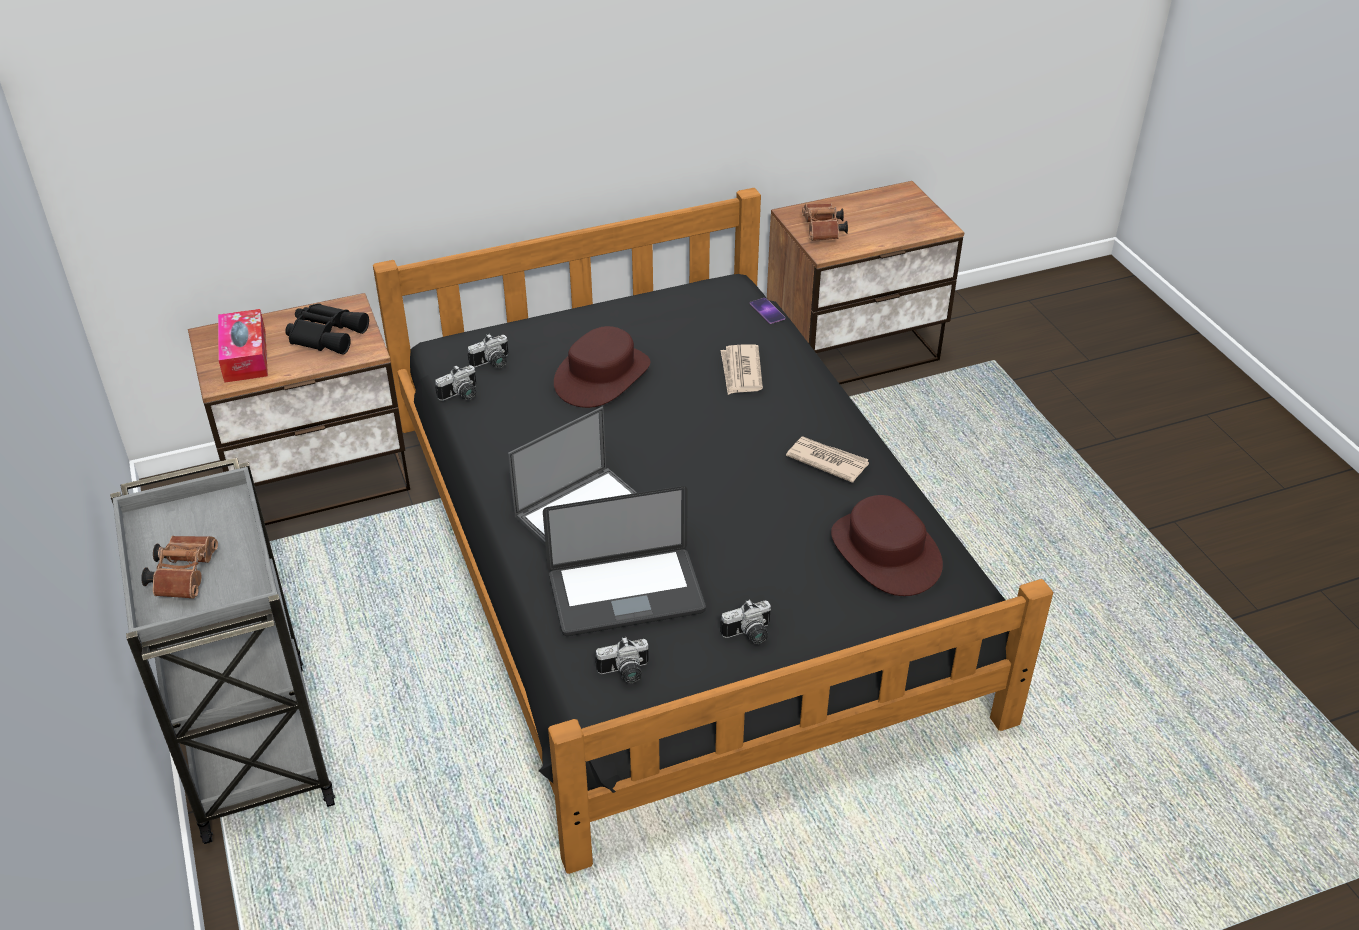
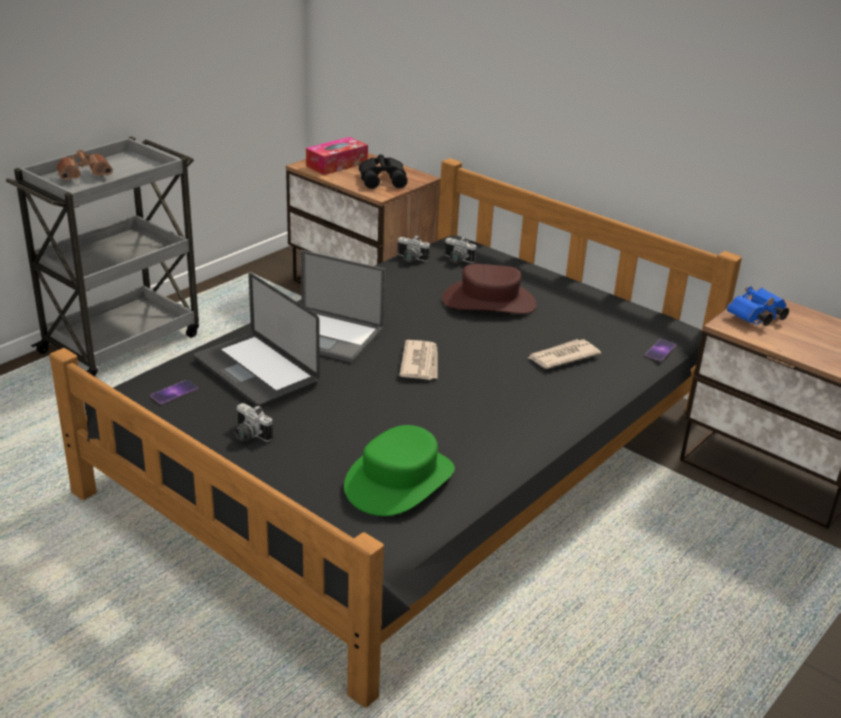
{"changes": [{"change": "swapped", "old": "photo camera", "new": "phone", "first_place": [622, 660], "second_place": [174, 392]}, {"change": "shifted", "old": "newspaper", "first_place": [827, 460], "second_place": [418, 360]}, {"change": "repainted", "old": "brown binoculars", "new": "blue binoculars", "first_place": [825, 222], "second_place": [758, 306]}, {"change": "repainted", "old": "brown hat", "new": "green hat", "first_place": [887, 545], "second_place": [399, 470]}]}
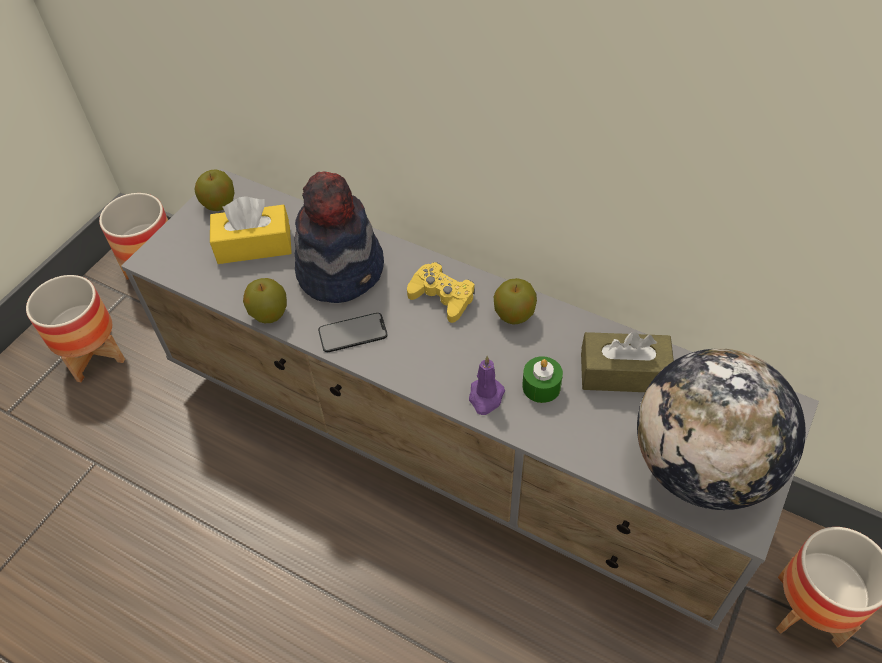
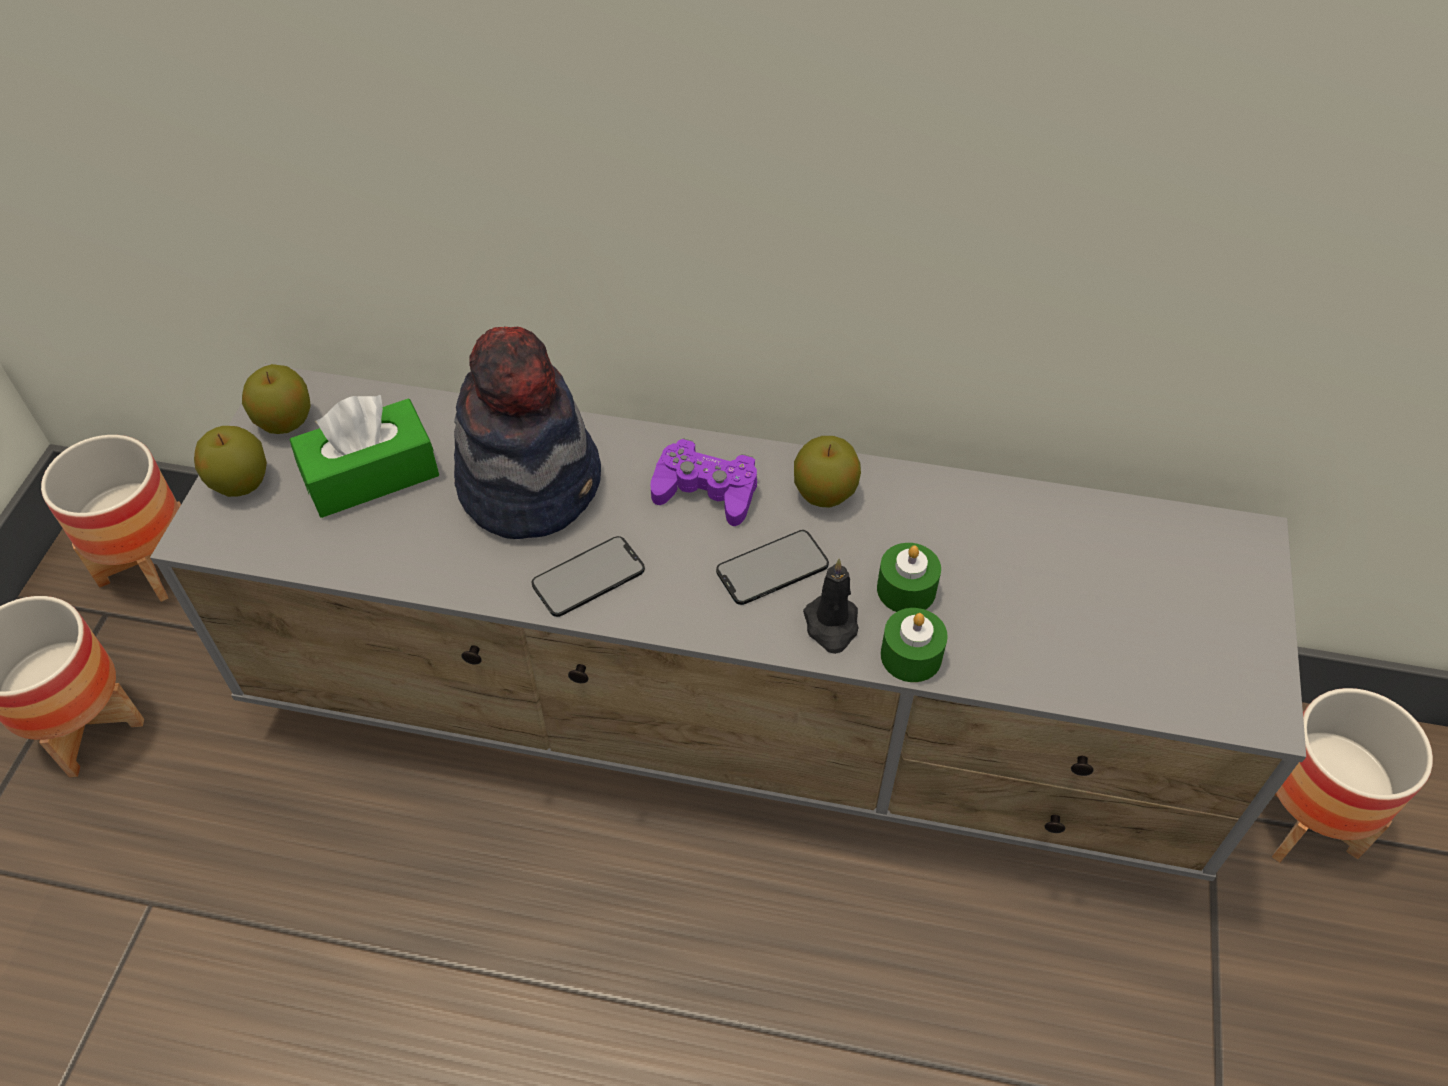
{"changes": [{"change": "repainted", "old": "yellow tissue box", "new": "green tissue box", "first_place": [251, 230], "second_place": [364, 456]}, {"change": "shifted", "old": "apple", "first_place": [265, 300], "second_place": [230, 461]}, {"change": "repainted", "old": "yellow game controller", "new": "purple game controller", "first_place": [441, 292], "second_place": [704, 482]}, {"change": "repainted", "old": "purple candle", "new": "black candle", "first_place": [487, 385], "second_place": [831, 606]}, {"change": "gone", "old": "brown tissue box", "first_place": [627, 362]}, {"change": "gone", "old": "globe", "first_place": [721, 429]}, {"change": "new", "new": "phone", "second_place": [772, 567]}, {"change": "new", "new": "green candle", "second_place": [914, 645]}]}
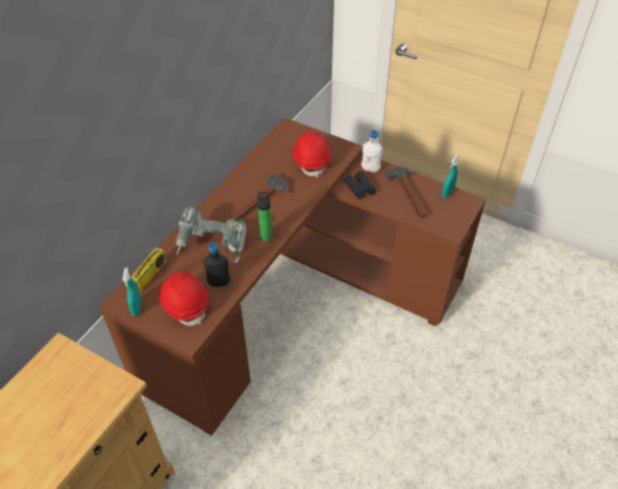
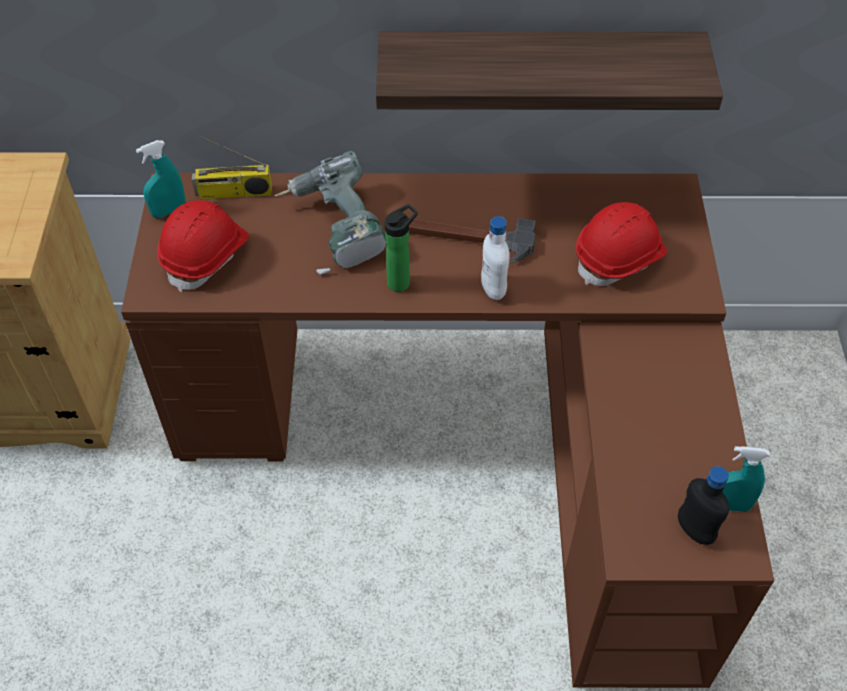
{"changes": [{"change": "shifted", "old": "black bottle", "first_place": [217, 264], "second_place": [703, 505]}, {"change": "gone", "old": "black binoculars", "first_place": [360, 185]}, {"change": "shifted", "old": "white bottle", "first_place": [372, 151], "second_place": [495, 258]}, {"change": "gone", "old": "hammer", "first_place": [406, 192]}, {"change": "new", "new": "shelf", "second_place": [549, 70]}]}
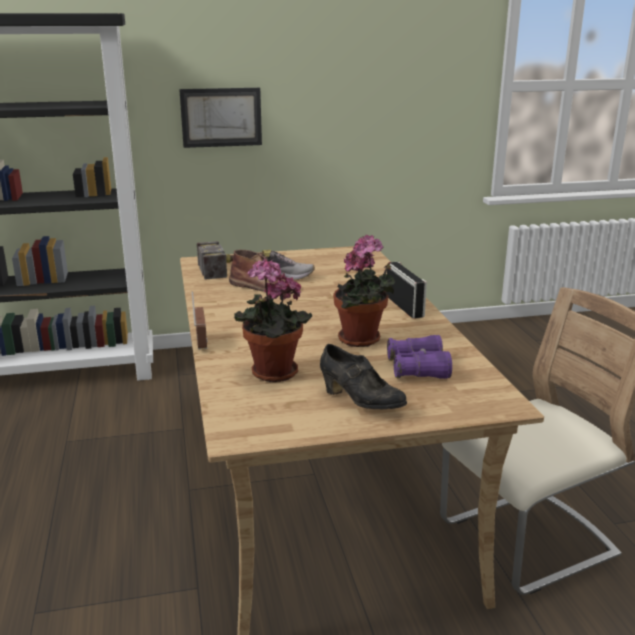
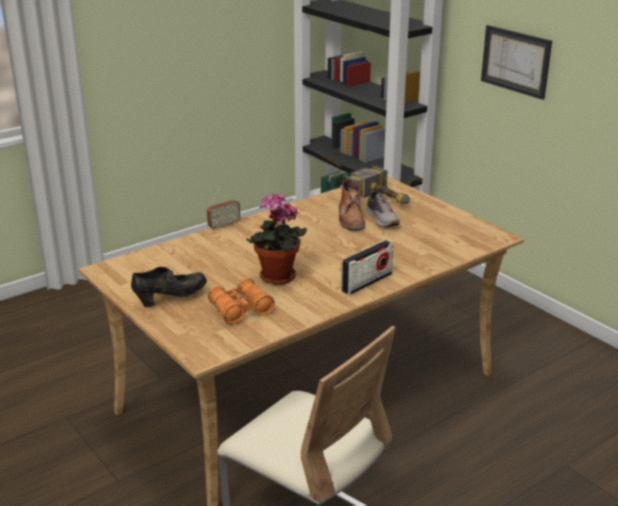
{"changes": [{"change": "gone", "old": "potted plant", "first_place": [273, 320]}, {"change": "rotated", "old": "black shoe", "first_place": [363, 376], "second_place": [169, 287], "degrees": -135}, {"change": "repainted", "old": "purple binoculars", "new": "orange binoculars", "first_place": [419, 357], "second_place": [241, 301]}]}
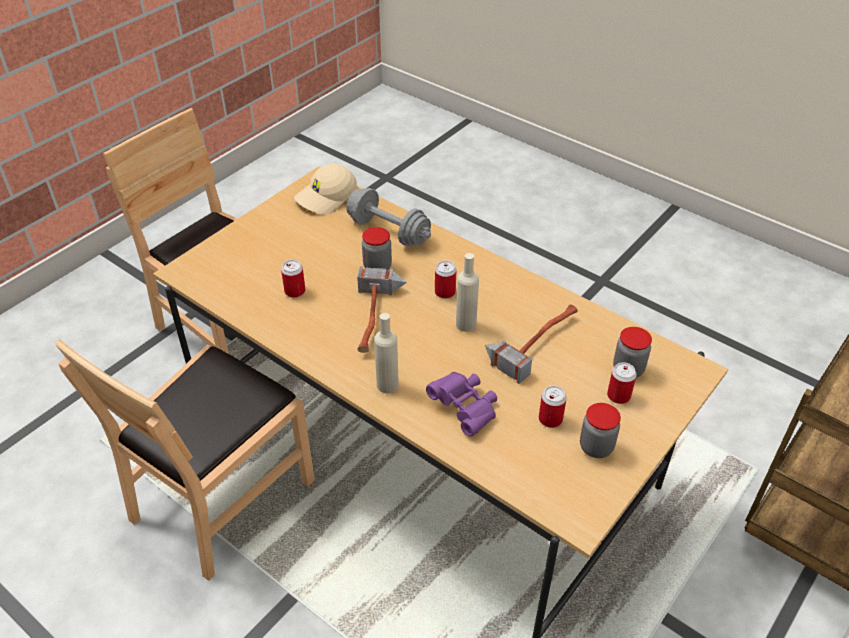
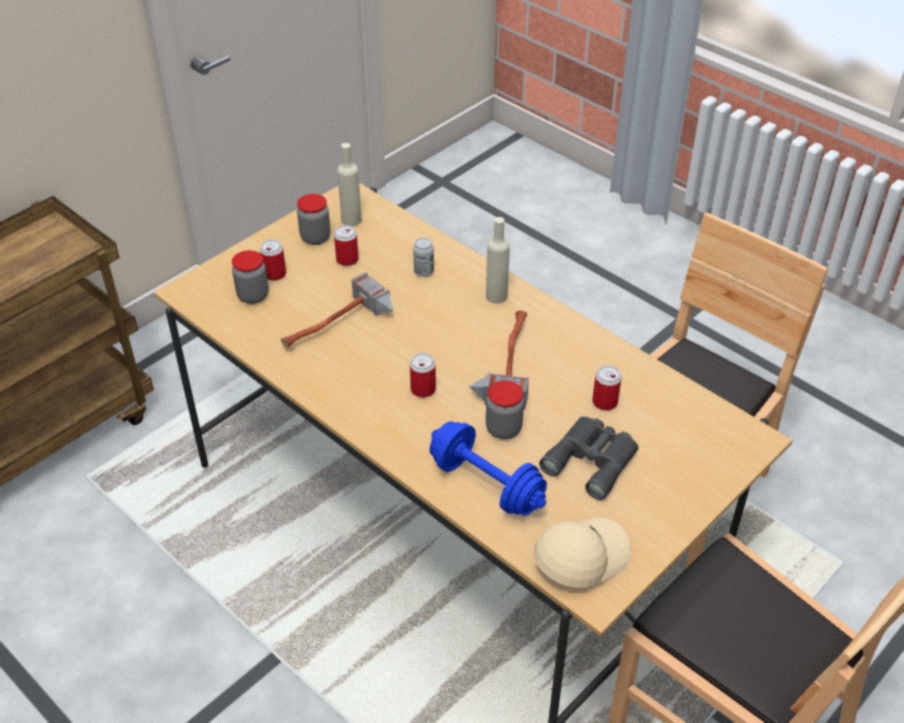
{"changes": [{"change": "repainted", "old": "grey dumbbell", "new": "blue dumbbell", "first_place": [389, 217], "second_place": [488, 468]}, {"change": "swapped", "old": "purple binoculars", "new": "can", "first_place": [461, 404], "second_place": [423, 257]}, {"change": "shifted", "old": "beige bottle", "first_place": [467, 292], "second_place": [349, 185]}, {"change": "new", "new": "grey binoculars", "second_place": [589, 458]}]}
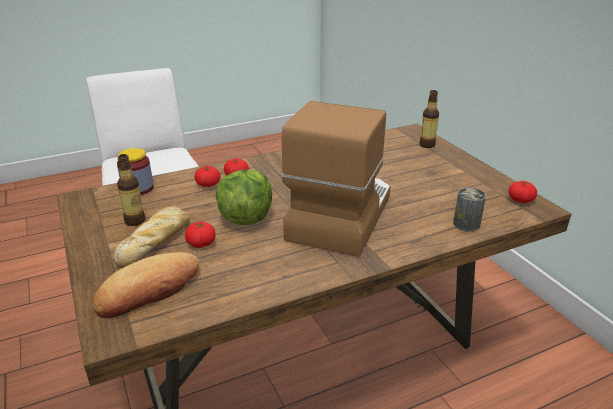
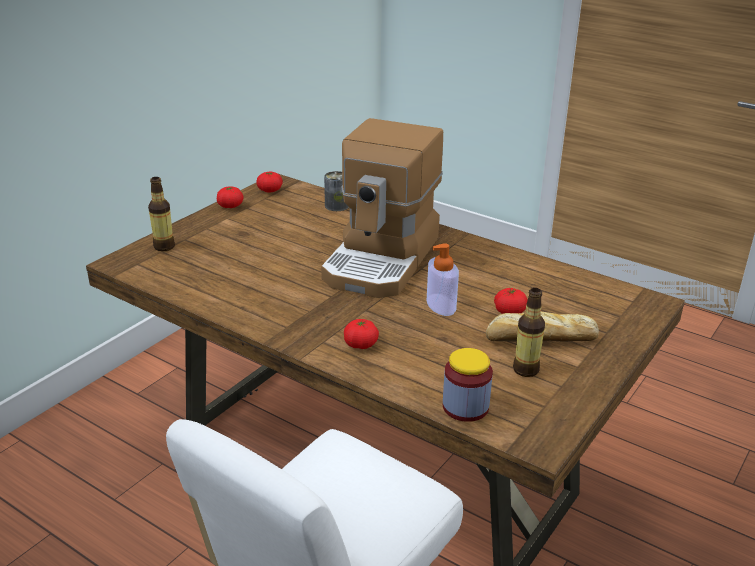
{"changes": [{"change": "gone", "old": "bread", "first_place": [146, 285]}, {"change": "shifted", "old": "tomato", "first_place": [207, 176], "second_place": [230, 197]}, {"change": "swapped", "old": "lettuce", "new": "soap dispenser", "first_place": [244, 197], "second_place": [443, 279]}, {"change": "rotated", "old": "coffee machine", "first_place": [335, 179], "second_place": [382, 208], "degrees": -60}]}
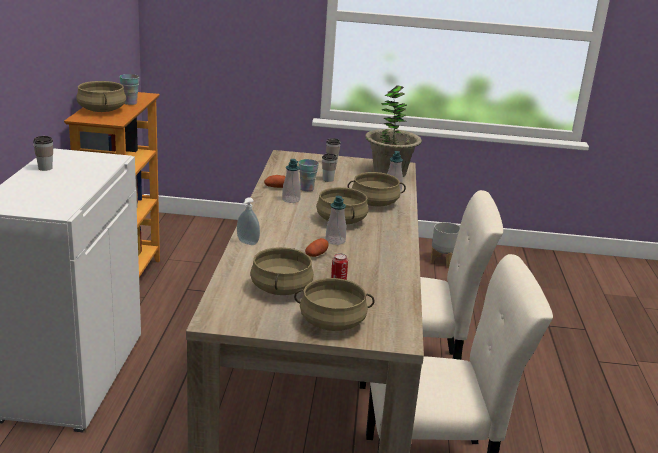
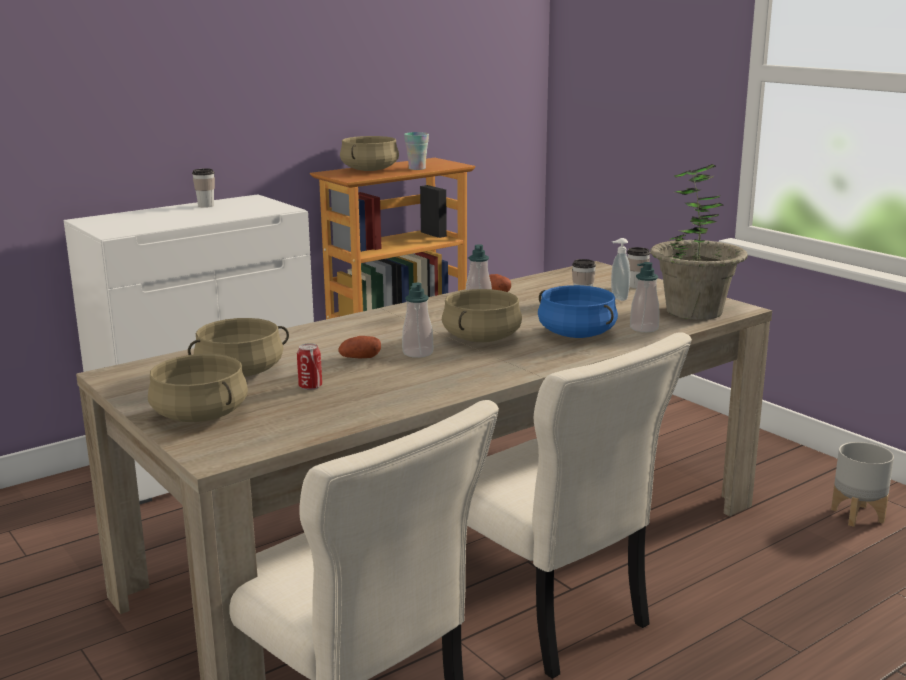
{"changes": [{"change": "shifted", "old": "soap dispenser", "first_place": [248, 221], "second_place": [620, 269]}, {"change": "gone", "old": "cup", "first_place": [309, 175]}, {"change": "repainted", "old": "beige cooking pot", "new": "blue cooking pot", "first_place": [377, 189], "second_place": [578, 311]}]}
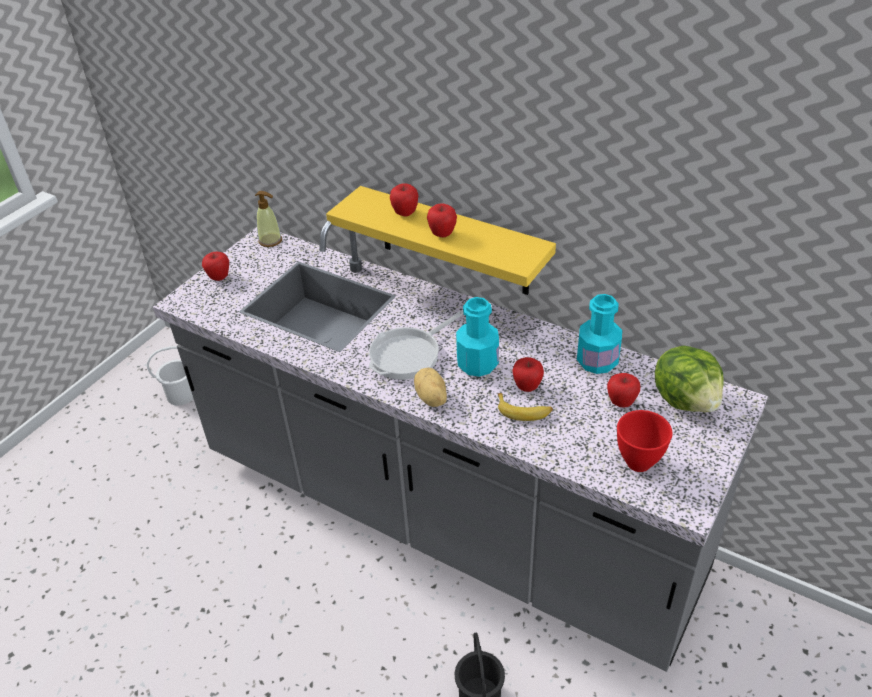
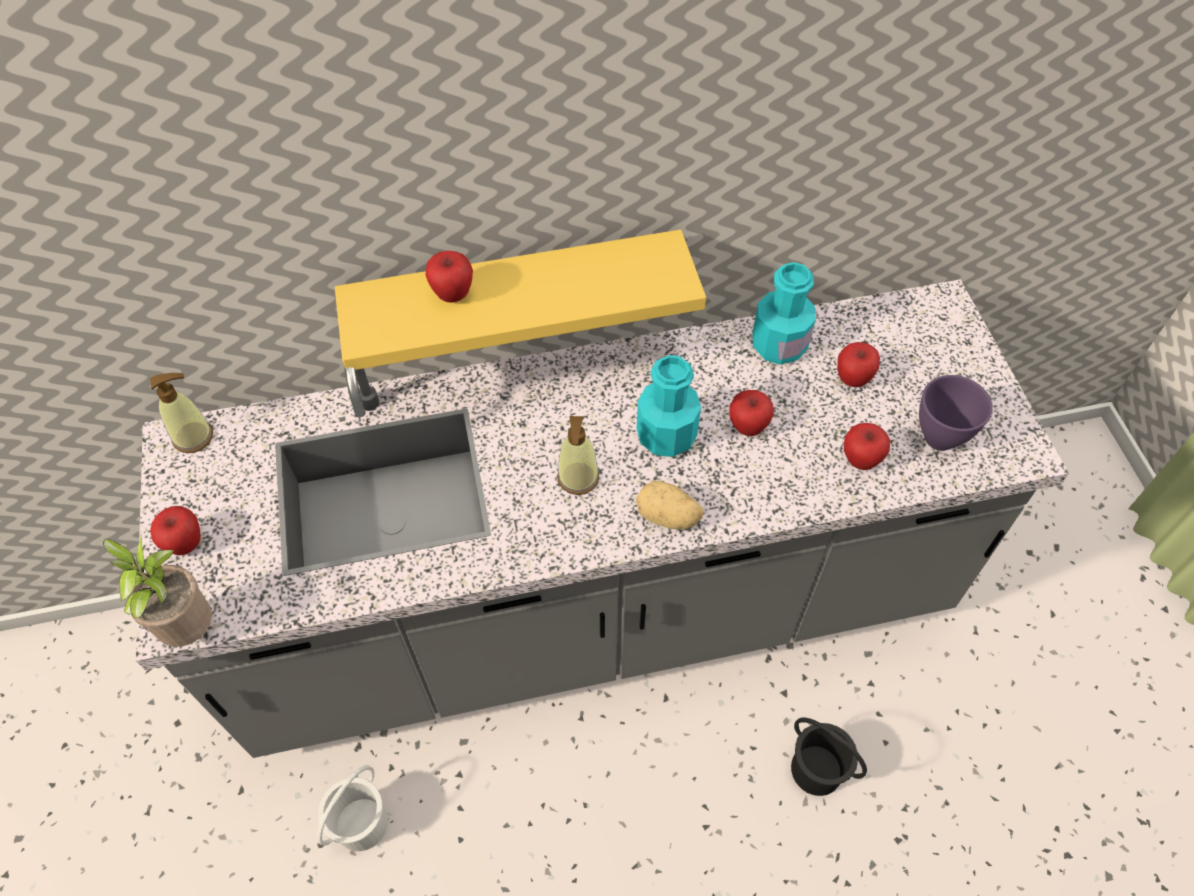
{"changes": [{"change": "shifted", "old": "white bucket", "first_place": [170, 375], "second_place": [352, 808]}, {"change": "swapped", "old": "frying pan", "new": "soap dispenser", "first_place": [416, 345], "second_place": [578, 455]}, {"change": "shifted", "old": "apple", "first_place": [442, 220], "second_place": [867, 446]}, {"change": "gone", "old": "banana", "first_place": [525, 407]}, {"change": "repainted", "old": "red bowl", "new": "purple bowl", "first_place": [645, 441], "second_place": [956, 413]}, {"change": "gone", "old": "lettuce", "first_place": [689, 378]}, {"change": "new", "new": "potted plant", "second_place": [157, 591]}]}
